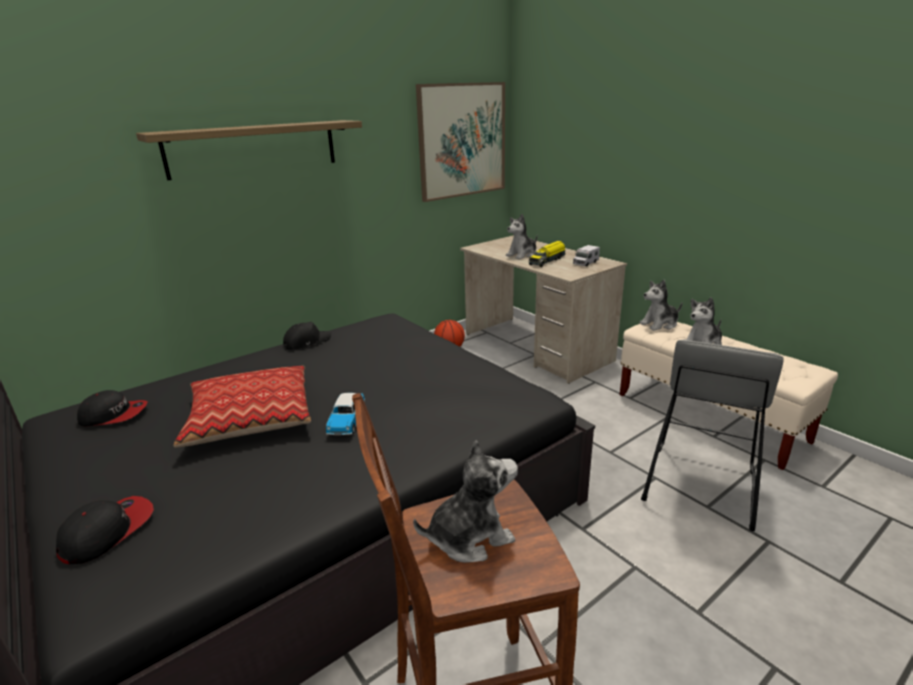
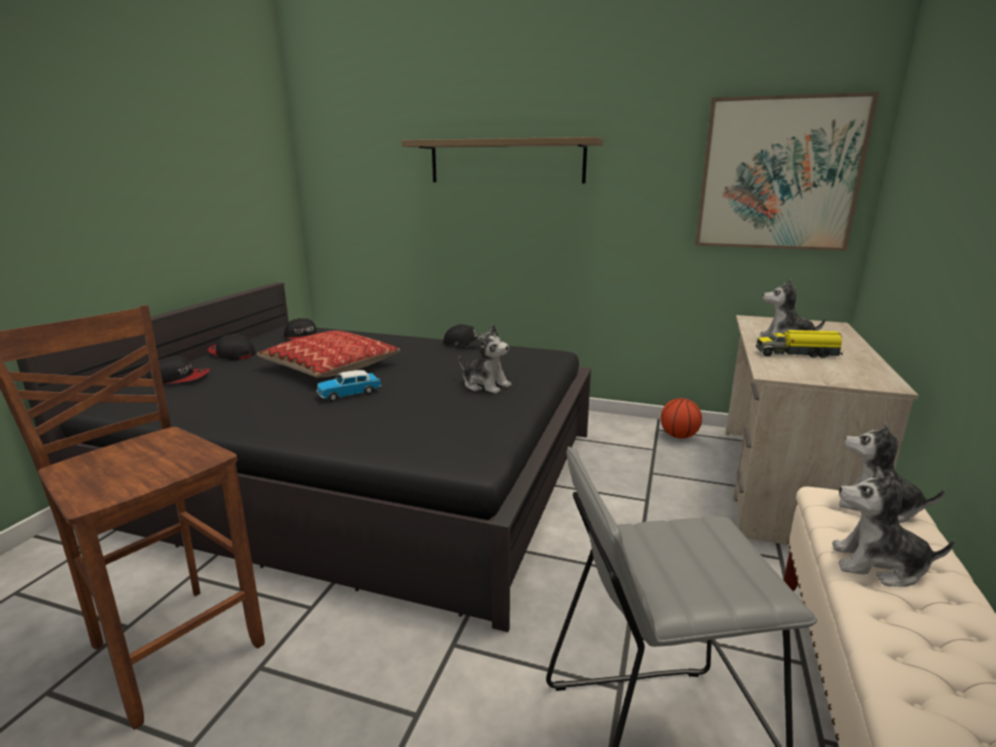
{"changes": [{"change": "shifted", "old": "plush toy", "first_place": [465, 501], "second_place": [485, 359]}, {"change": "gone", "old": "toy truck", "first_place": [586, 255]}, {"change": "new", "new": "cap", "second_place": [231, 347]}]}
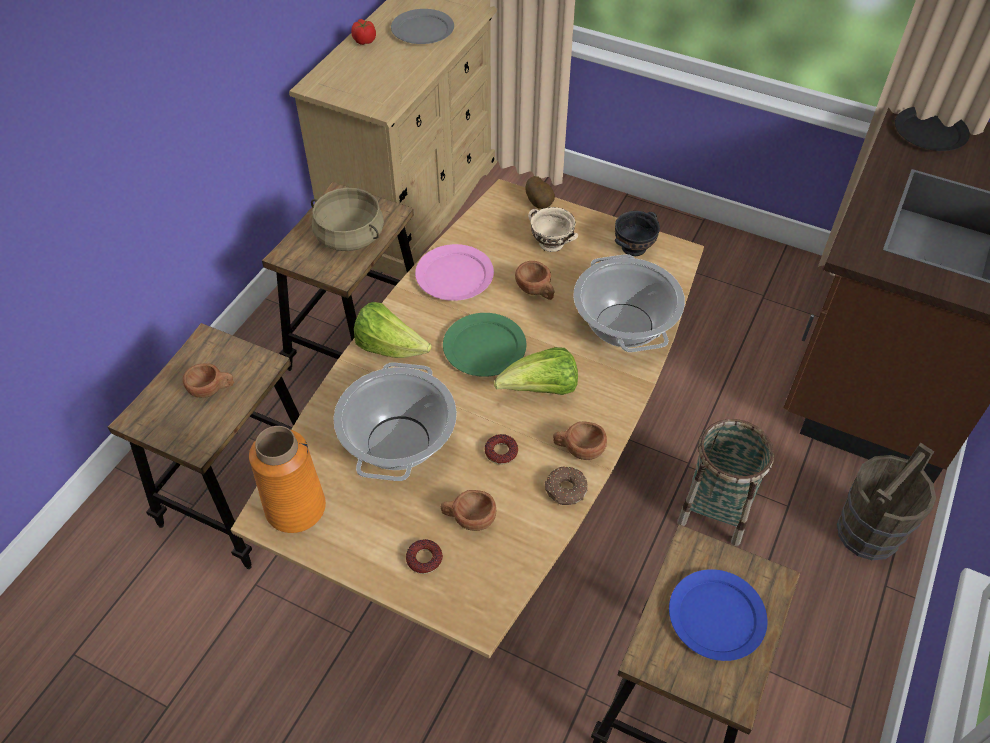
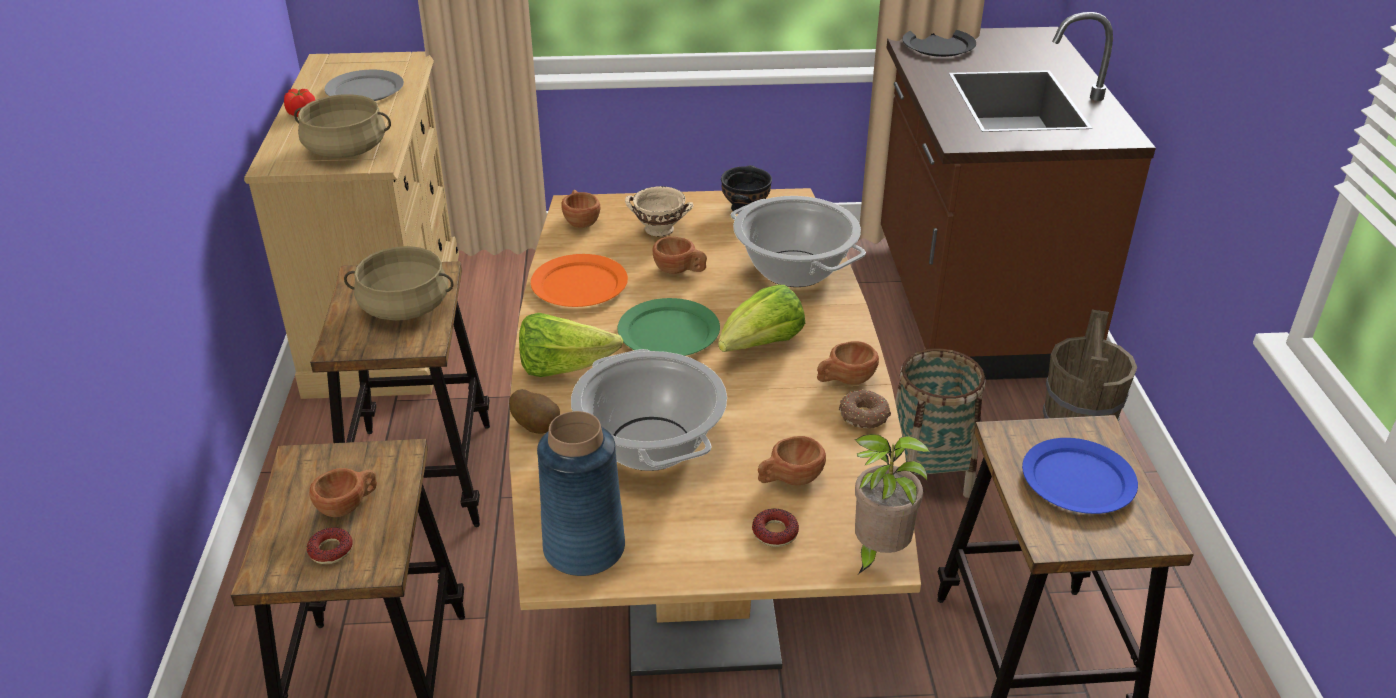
{"changes": [{"change": "repainted", "old": "orange vase", "new": "blue vase", "first_place": [287, 479], "second_place": [581, 493]}, {"change": "repainted", "old": "pink plate", "new": "orange plate", "first_place": [454, 272], "second_place": [579, 280]}, {"change": "shifted", "old": "donut", "first_place": [501, 449], "second_place": [330, 546]}, {"change": "shifted", "old": "potato", "first_place": [540, 192], "second_place": [534, 411]}, {"change": "new", "new": "beige cooking pot", "second_place": [342, 126]}, {"change": "new", "new": "brown cup", "second_place": [580, 209]}, {"change": "new", "new": "potted plant", "second_place": [892, 504]}]}
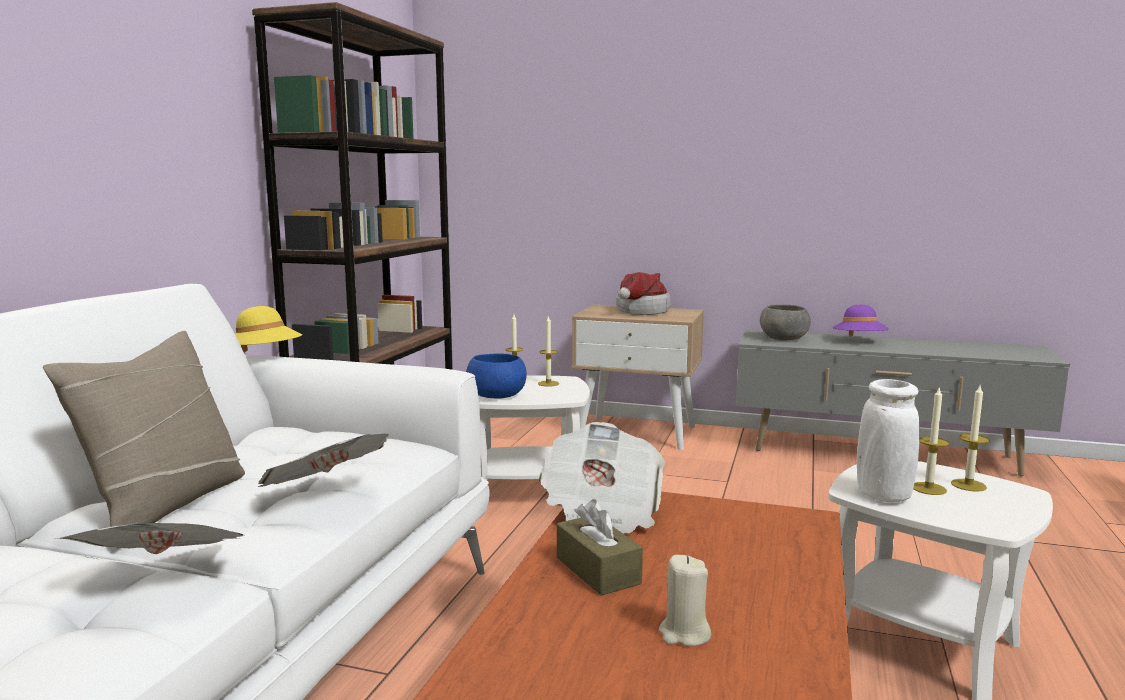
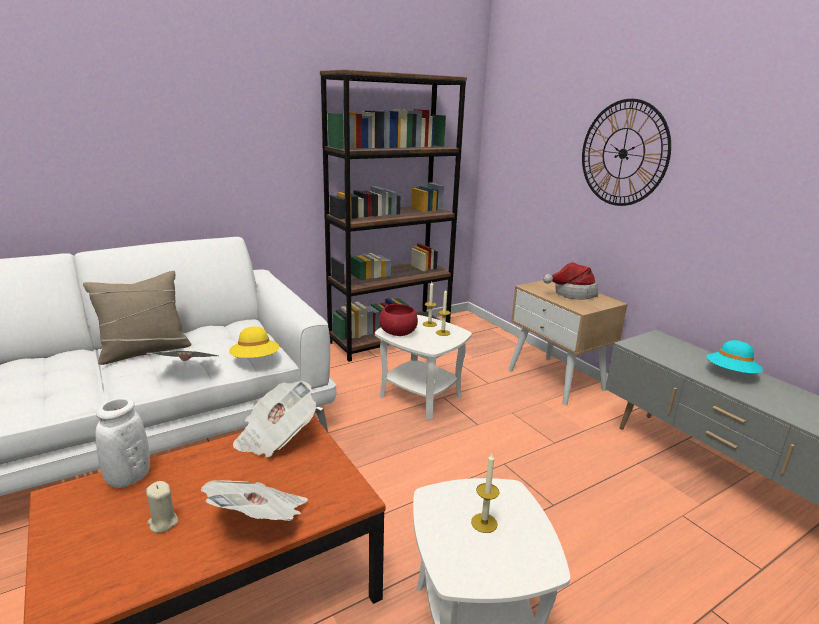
{"changes": [{"change": "shifted", "old": "newspaper", "first_place": [149, 538], "second_place": [254, 500]}, {"change": "shifted", "old": "yellow hat", "first_place": [268, 329], "second_place": [254, 342]}, {"change": "repainted", "old": "blue bowl", "new": "red bowl", "first_place": [496, 376], "second_place": [398, 320]}, {"change": "gone", "old": "brown tissue box", "first_place": [600, 547]}, {"change": "gone", "old": "grey bowl", "first_place": [785, 322]}, {"change": "repainted", "old": "purple hat", "new": "turquoise hat", "first_place": [861, 321], "second_place": [735, 357]}, {"change": "shifted", "old": "white vase", "first_place": [888, 440], "second_place": [122, 443]}, {"change": "gone", "old": "candle", "first_place": [970, 438]}, {"change": "new", "new": "wall clock", "second_place": [626, 152]}]}
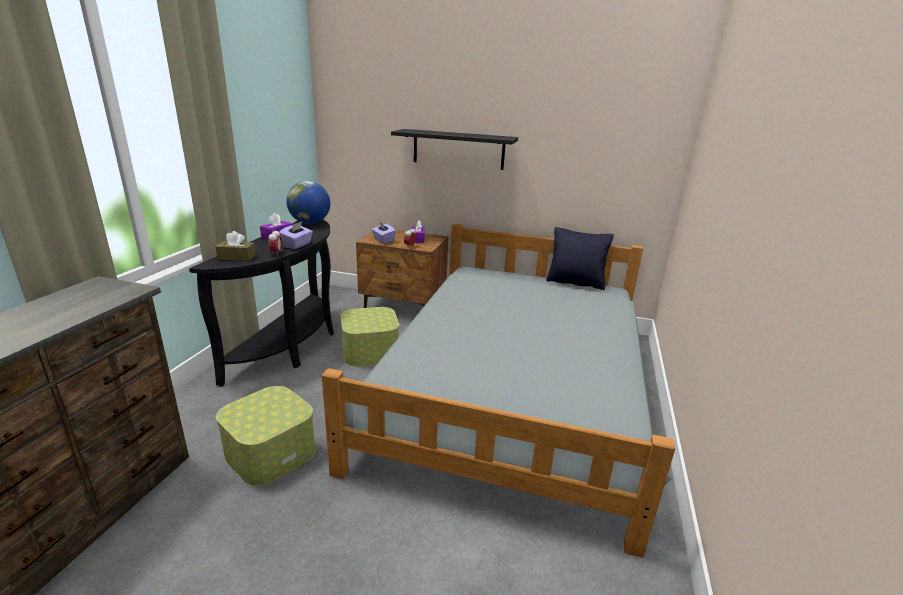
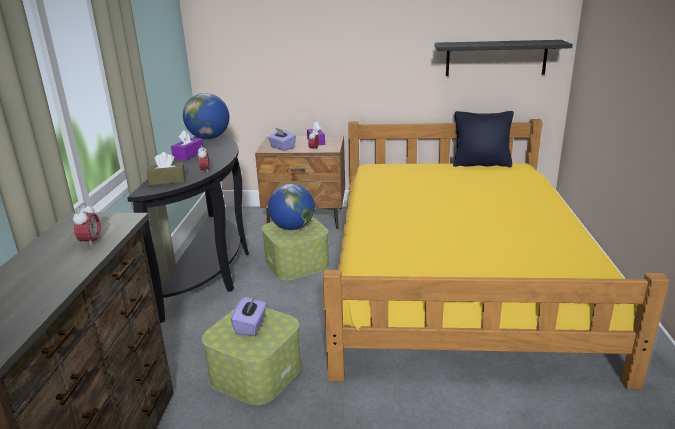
{"changes": [{"change": "shifted", "old": "purple tissue box", "first_place": [296, 235], "second_place": [249, 316]}, {"change": "repainted", "old": "grey bed", "new": "yellow bed", "first_place": [498, 391], "second_place": [496, 254]}, {"change": "shifted", "old": "black shelf", "first_place": [454, 149], "second_place": [504, 58]}, {"change": "new", "new": "alarm clock", "second_place": [87, 225]}, {"change": "new", "new": "globe", "second_place": [291, 207]}]}
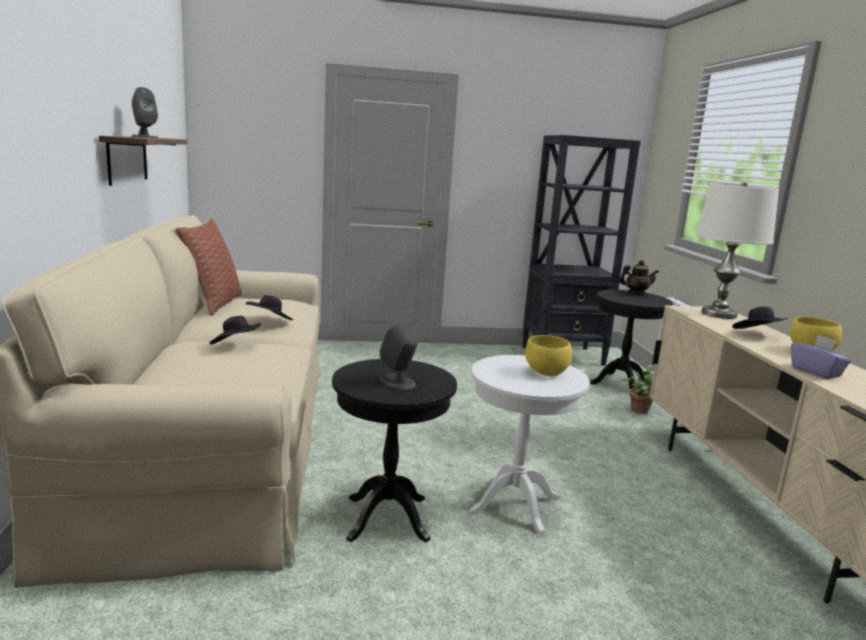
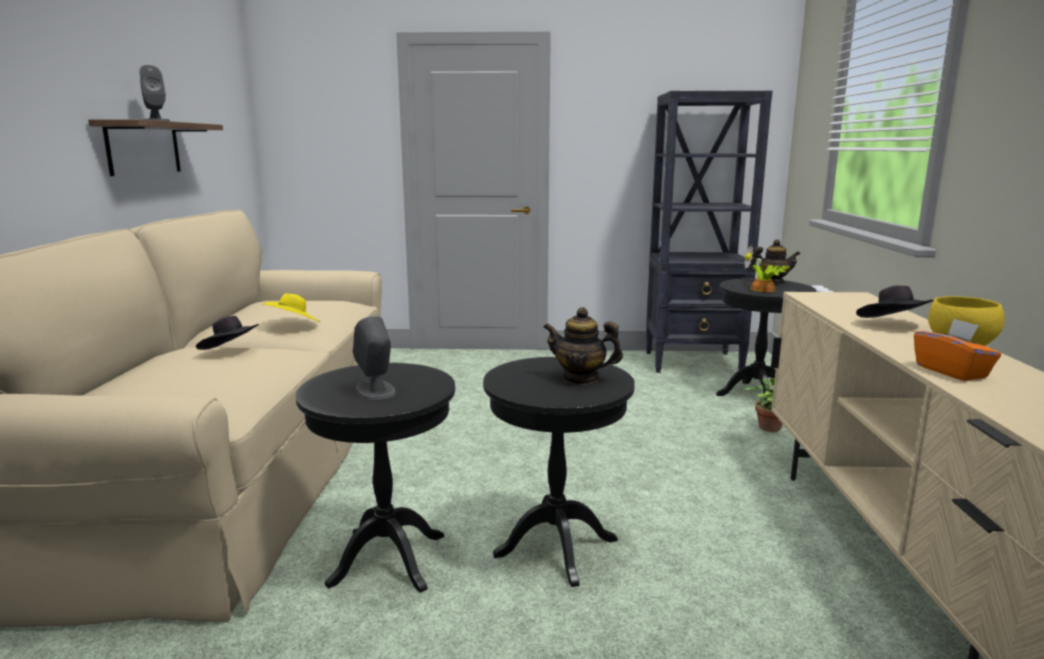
{"changes": [{"change": "gone", "old": "pillow", "first_place": [208, 267]}, {"change": "repainted", "old": "black hat", "new": "yellow hat", "first_place": [269, 307], "second_place": [291, 307]}, {"change": "repainted", "old": "white side table", "new": "black side table", "first_place": [529, 444], "second_place": [559, 472]}, {"change": "swapped", "old": "yellow bowl", "new": "teapot", "first_place": [549, 355], "second_place": [583, 346]}, {"change": "gone", "old": "white table lamp", "first_place": [737, 249]}, {"change": "repainted", "old": "purple tissue box", "new": "orange tissue box", "first_place": [821, 357], "second_place": [957, 349]}, {"change": "new", "new": "potted plant", "second_place": [766, 268]}]}
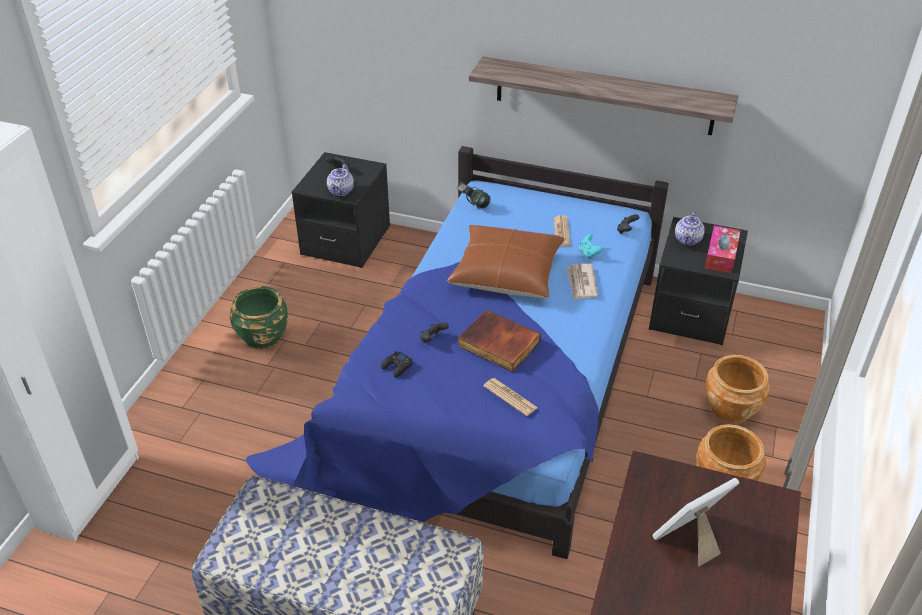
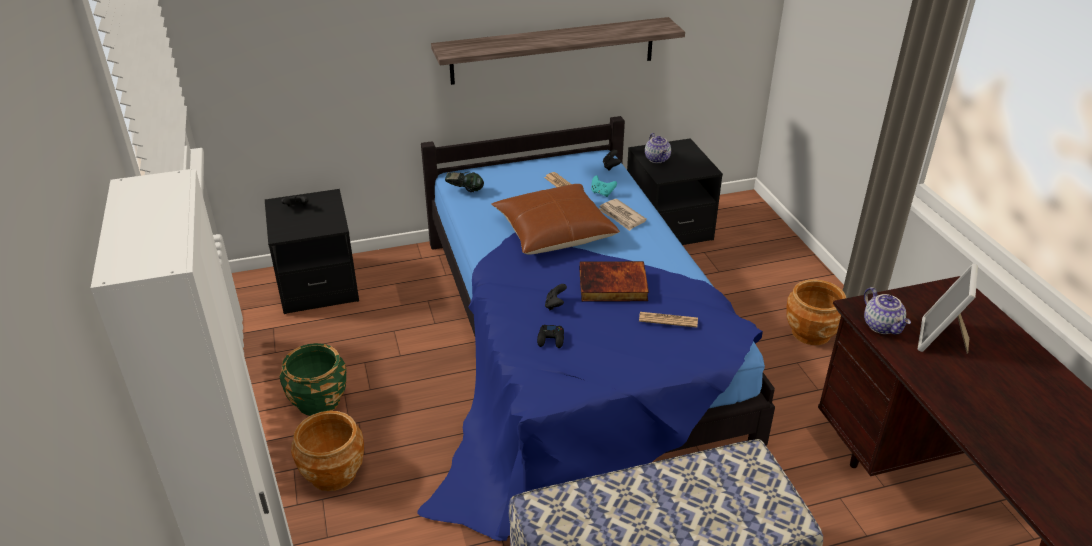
{"changes": [{"change": "shifted", "old": "teapot", "first_place": [340, 180], "second_place": [887, 311]}, {"change": "gone", "old": "tissue box", "first_place": [723, 249]}, {"change": "shifted", "old": "brown planter", "first_place": [738, 389], "second_place": [327, 451]}]}
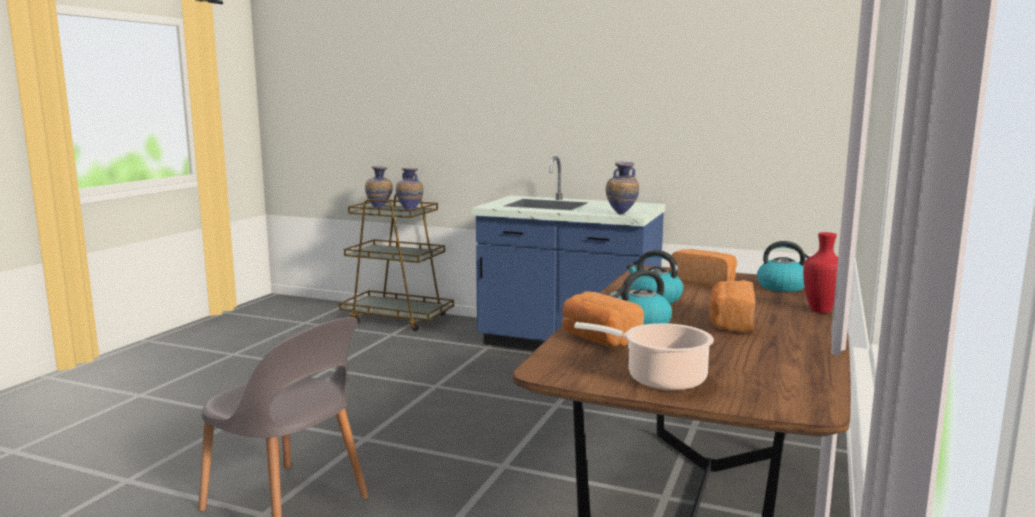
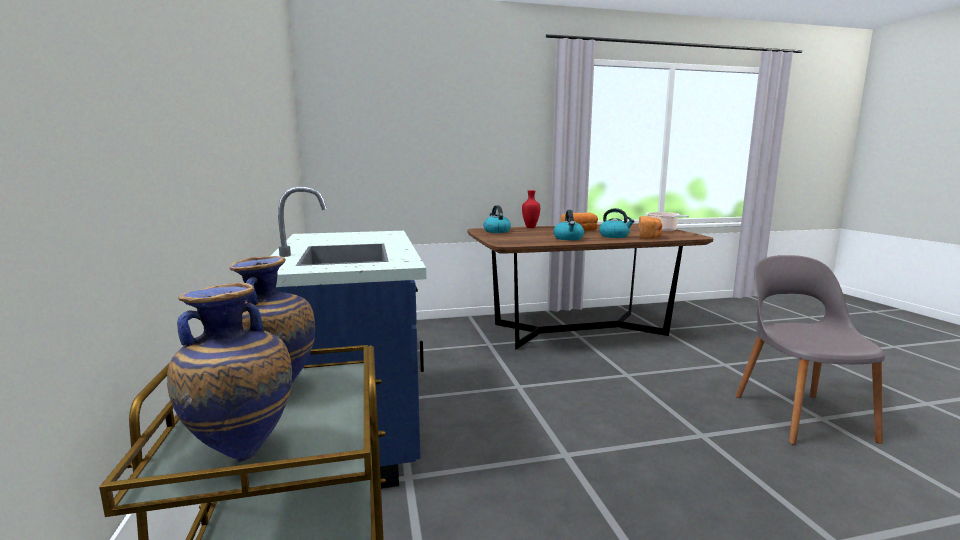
{"changes": [{"change": "gone", "old": "vase", "first_place": [622, 188]}, {"change": "gone", "old": "bread", "first_place": [703, 268]}]}
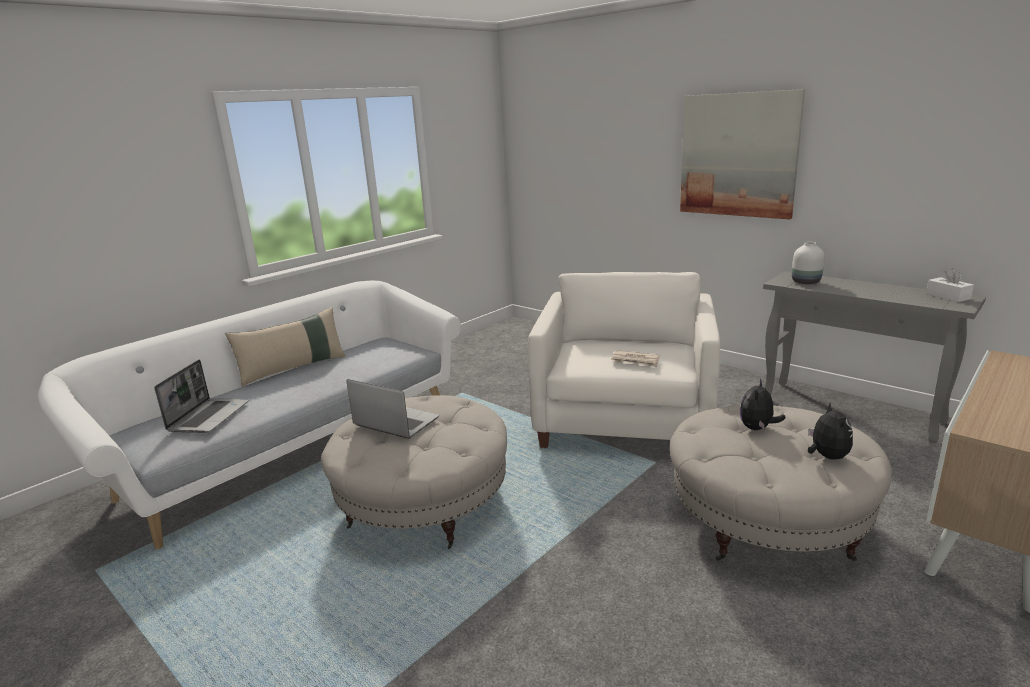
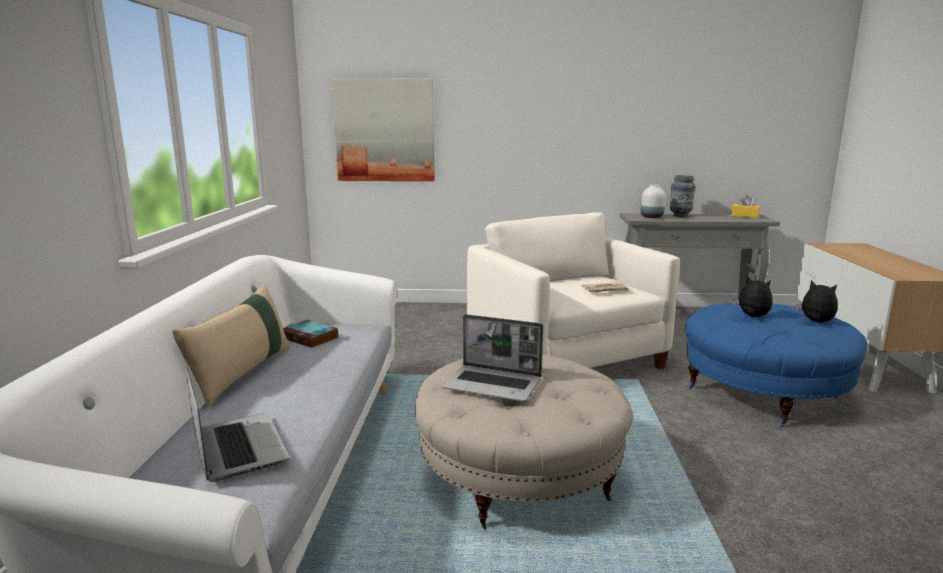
{"changes": [{"change": "rotated", "old": "laptop", "first_place": [392, 409], "second_place": [492, 358], "degrees": -150}, {"change": "repainted", "old": "beige ottoman", "new": "blue ottoman", "first_place": [780, 482], "second_place": [776, 365]}, {"change": "shifted", "old": "picture", "first_place": [742, 154], "second_place": [383, 129]}, {"change": "rotated", "old": "plush toy", "first_place": [762, 404], "second_place": [753, 296], "degrees": 150}, {"change": "repainted", "old": "white tissue box", "new": "yellow tissue box", "first_place": [950, 285], "second_place": [745, 206]}, {"change": "new", "new": "book", "second_place": [311, 334]}, {"change": "new", "new": "vase", "second_place": [683, 196]}]}
